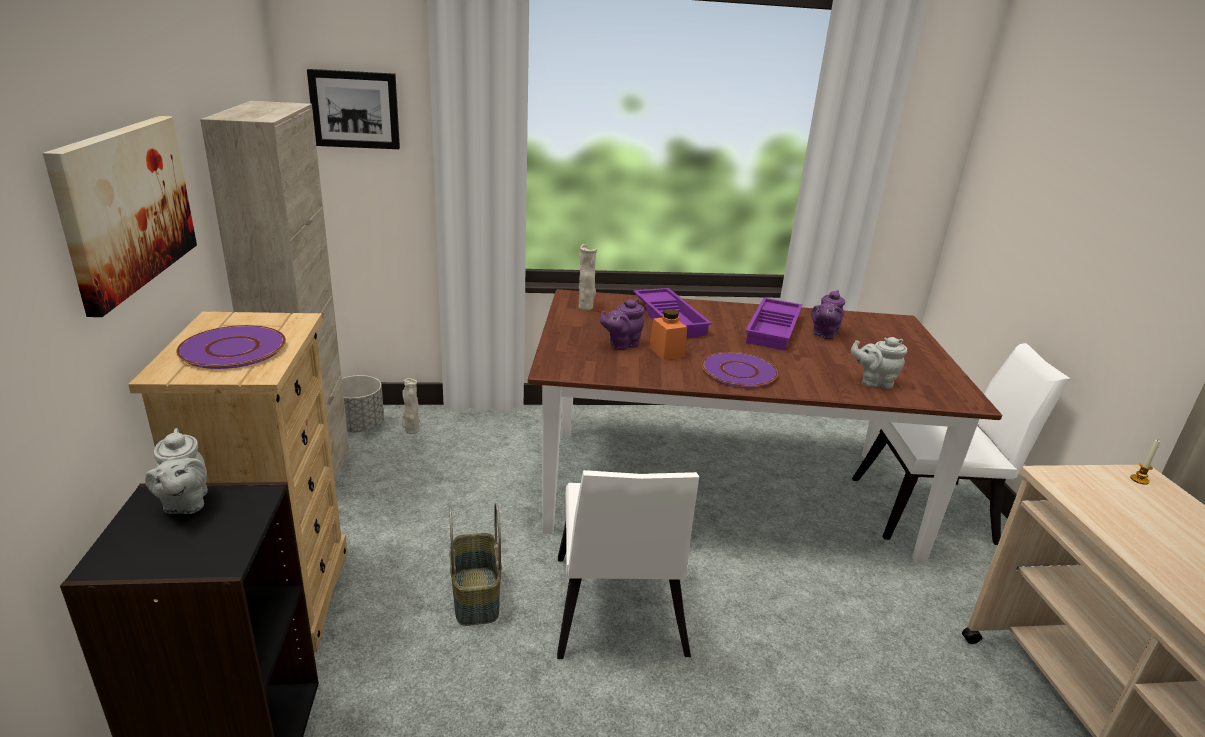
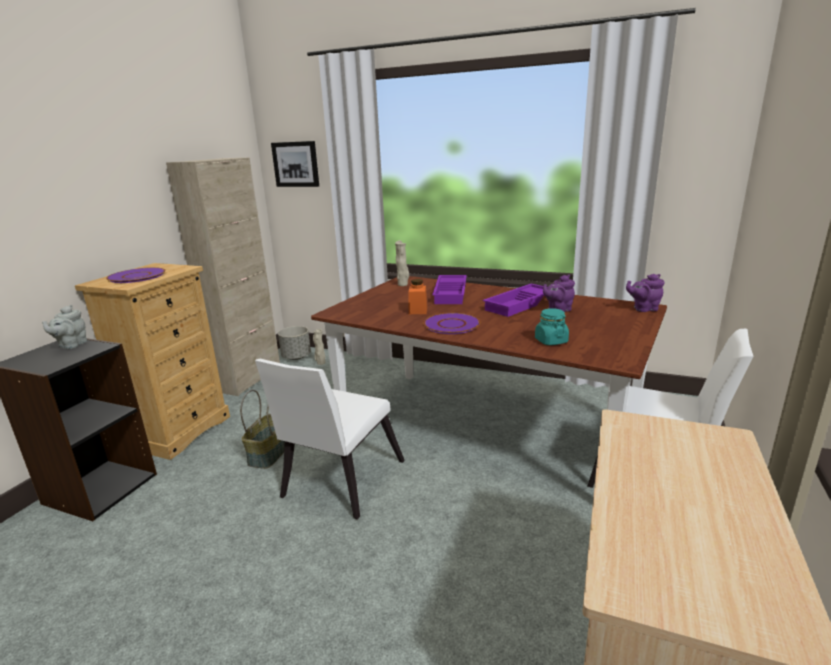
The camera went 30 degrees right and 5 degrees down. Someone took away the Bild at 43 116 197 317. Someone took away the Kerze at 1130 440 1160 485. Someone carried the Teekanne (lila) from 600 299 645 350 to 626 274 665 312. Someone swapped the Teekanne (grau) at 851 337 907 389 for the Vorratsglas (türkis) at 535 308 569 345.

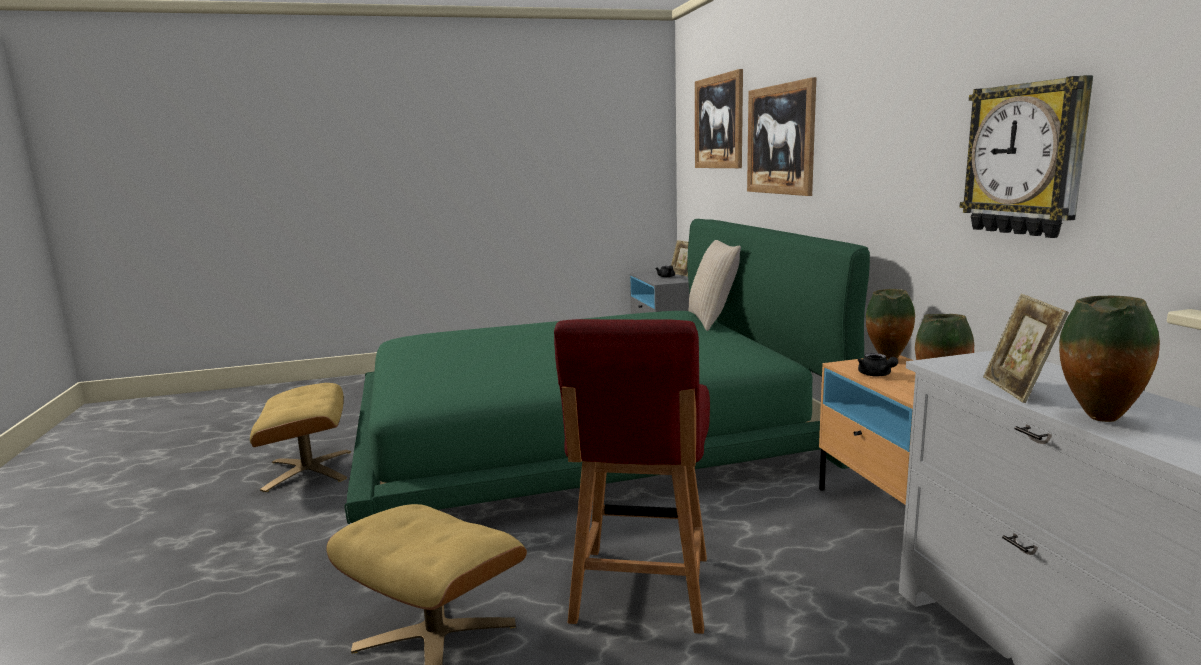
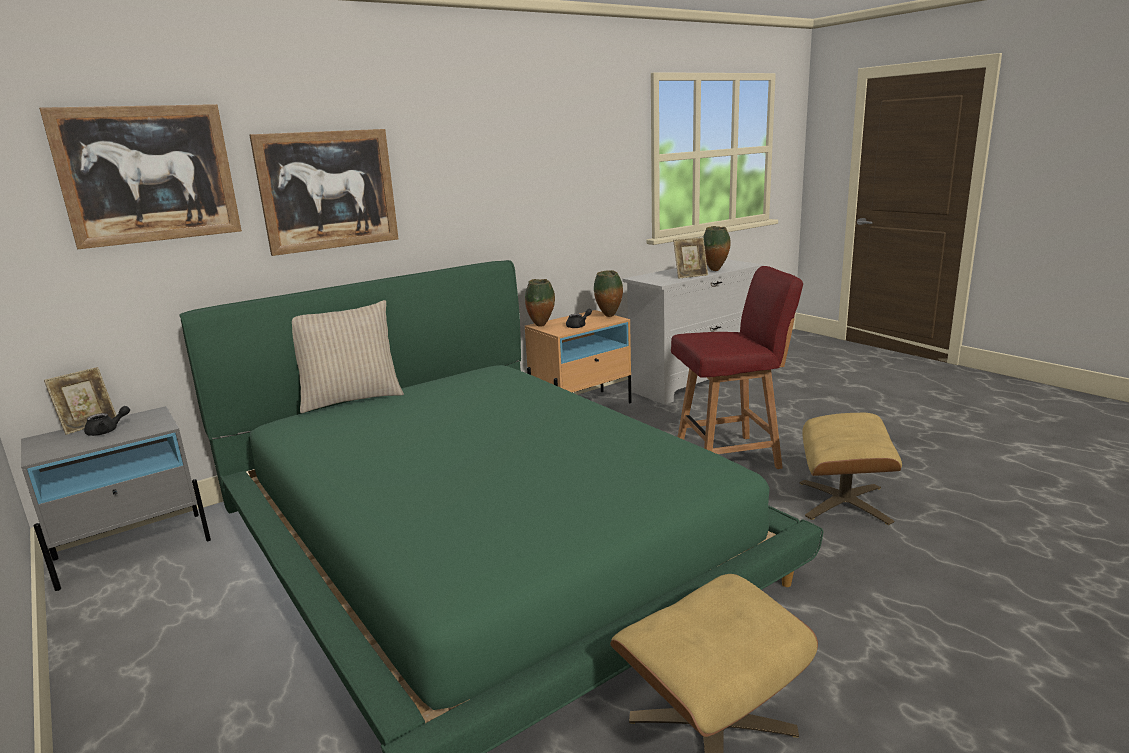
The camera went 110 degrees left and 5 degrees up. Someone took away the Wanduhr at 959 75 1093 238.

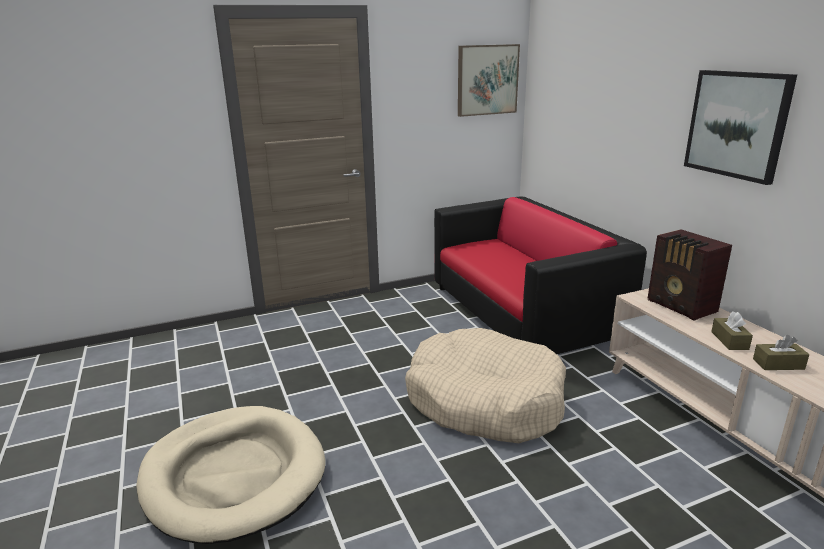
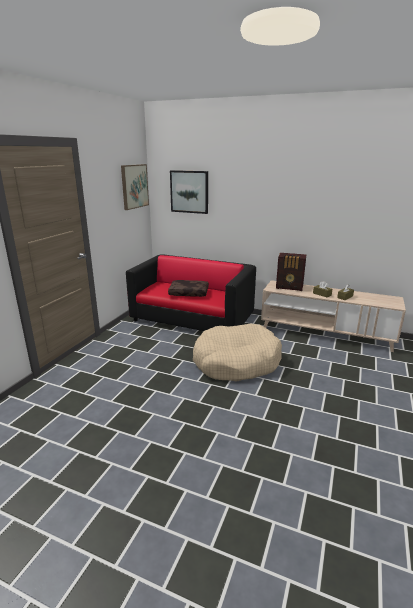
The camera went 45 degrees left and 0 degrees up. Someone took away the Hundebett (beige) at 136 406 326 544. Someone put down the Kissen (braun) at 168 280 209 297. Someone carried the Bild from 684 70 797 185 to 170 170 208 214.

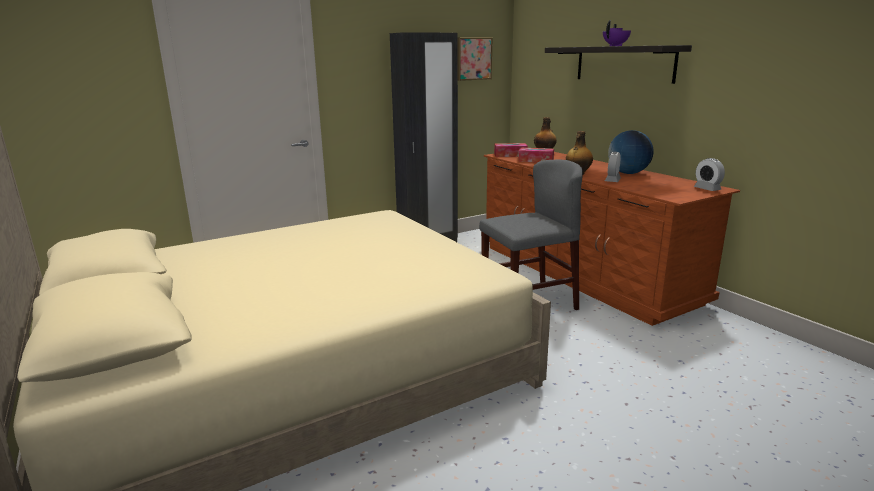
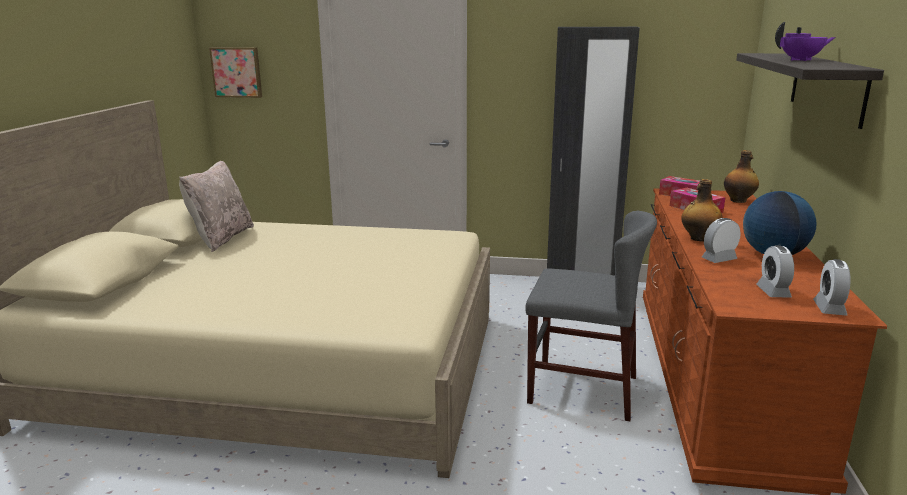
The camera went 40 degrees right and 0 degrees up. Someone put down the Kissen (beige) at 179 161 254 252. Someone put down the Wecker at 757 245 794 297. Someone carried the Bild from 458 38 493 81 to 209 47 262 98.

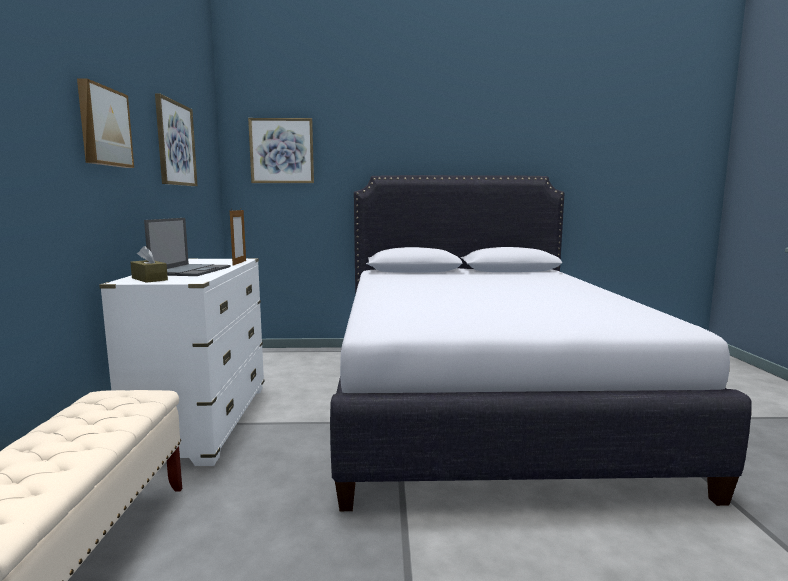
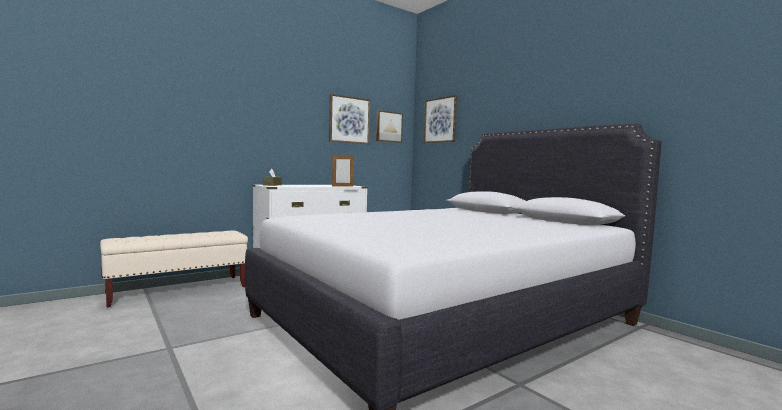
The camera went 55 degrees right and 5 degrees down. Someone took away the Laptop at 144 218 230 276. Someone carried the Bild from 77 78 134 168 to 376 110 403 143.

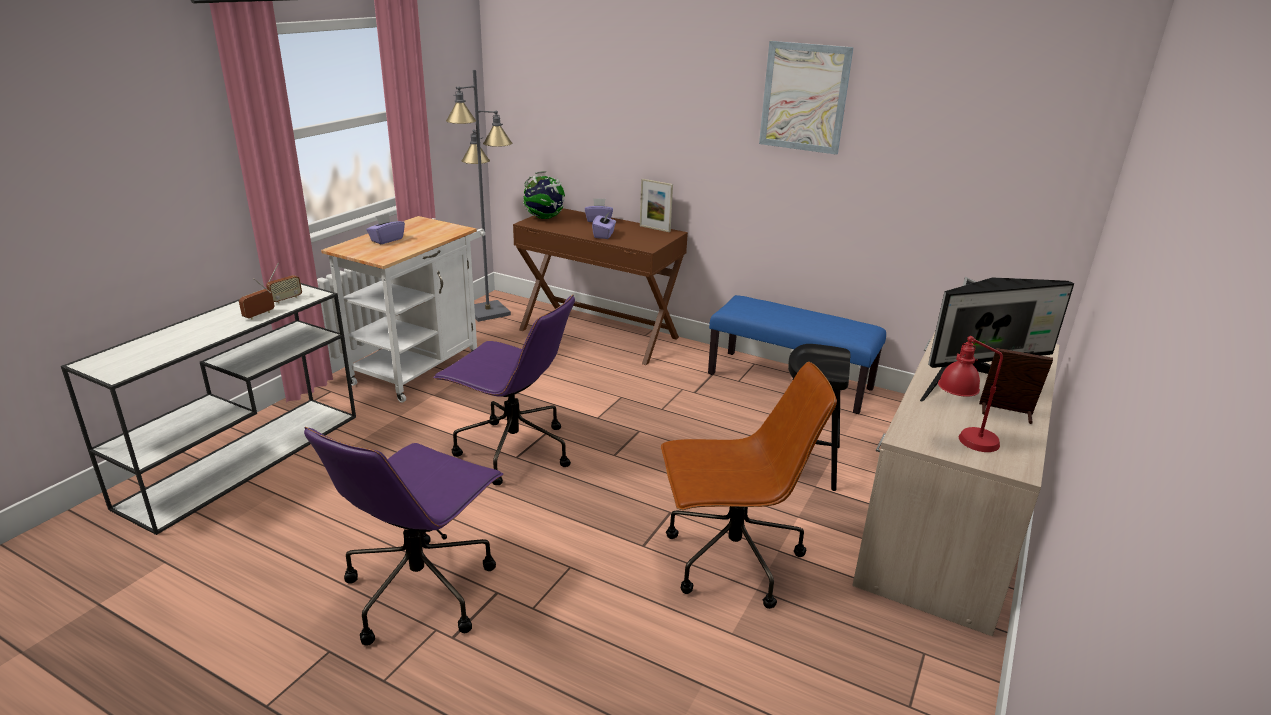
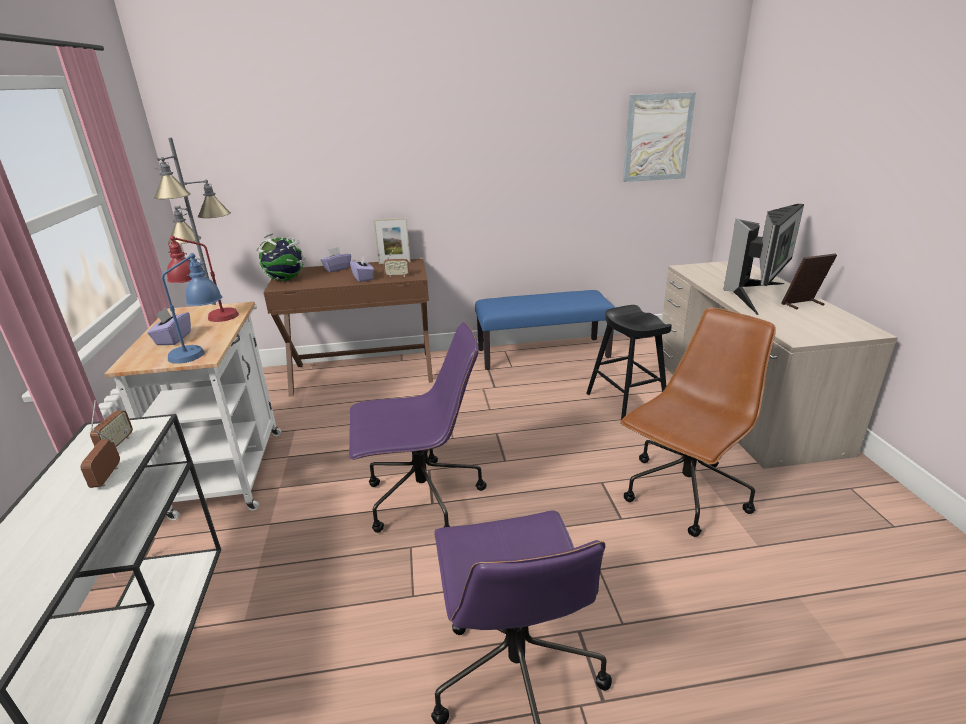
The camera went 35 degrees left and 0 degrees up. Someone put down the Tischlampe (blau) at 162 253 222 364. Someone put down the Radio at 384 246 409 277. Someone carried the Bild from 759 41 854 155 to 623 92 696 182. Someone carried the Tischlampe (rot) from 938 336 1003 452 to 167 236 239 322.

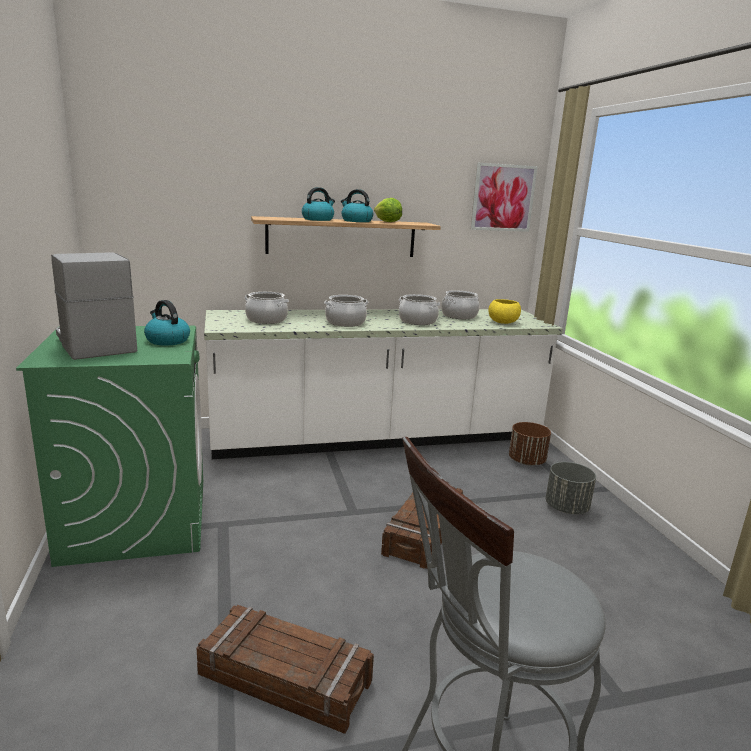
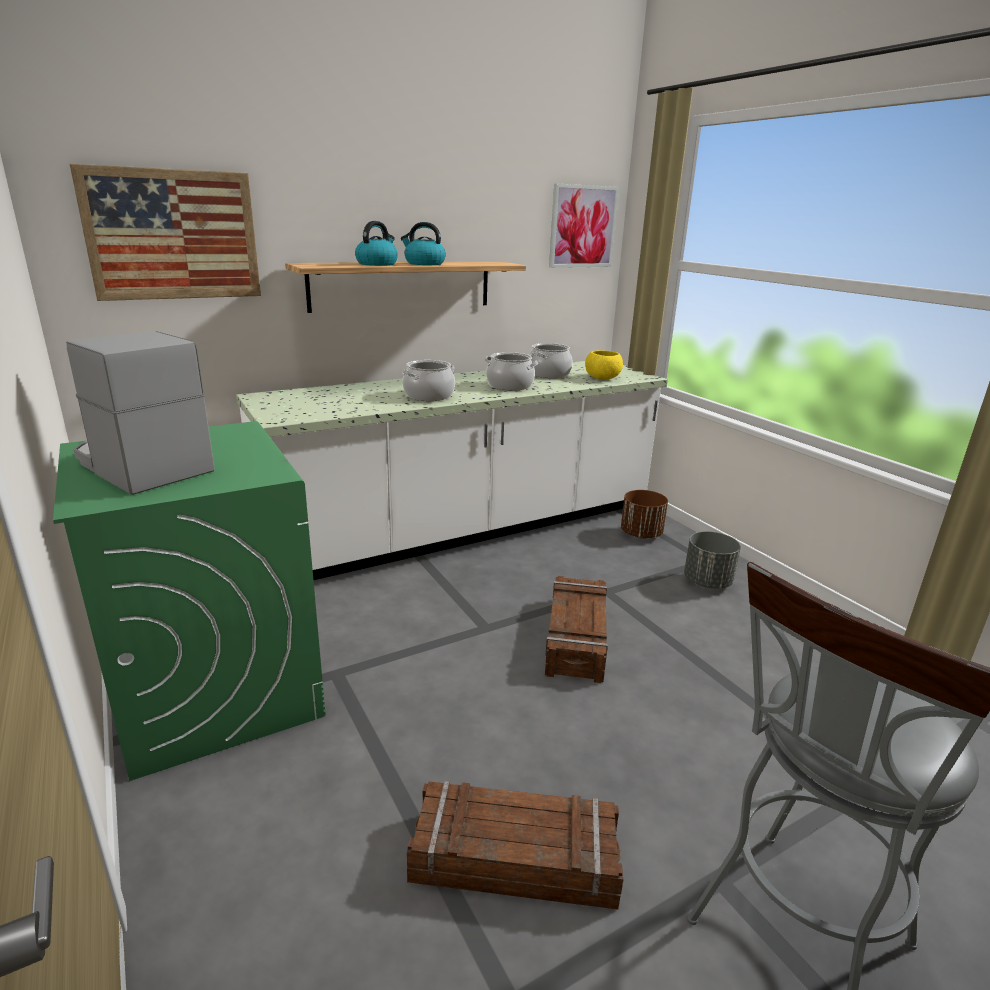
The camera went 15 degrees left and 5 degrees up. Someone took away the Wasserkessel at 144 300 190 346. Someone took away the Kochtopf at 244 292 289 324. Someone took away the Salatkopf at 374 198 402 222. Someone put up the Bild at 70 164 261 301.

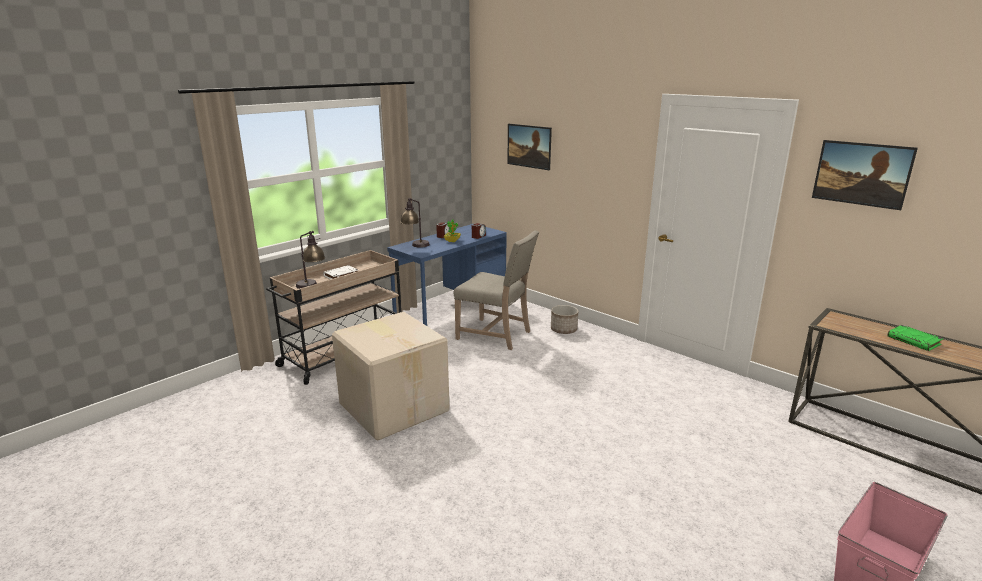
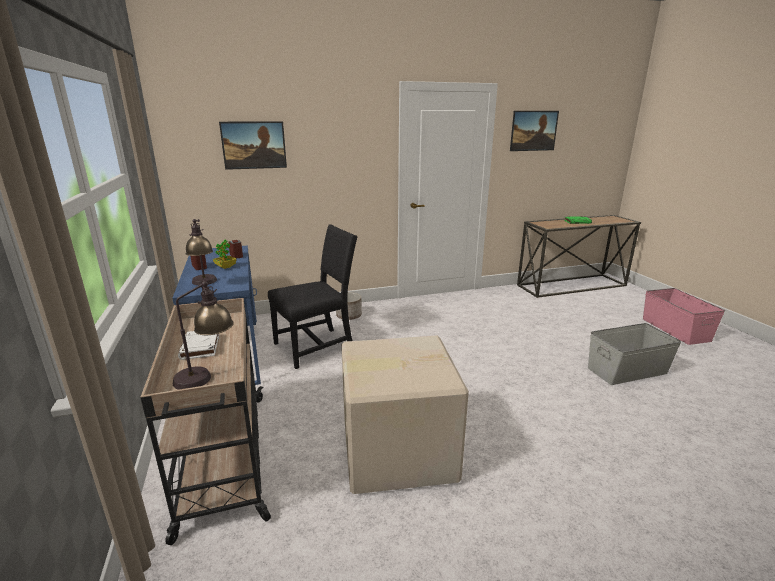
The camera went 60 degrees left and 0 degrees up. Someone put down the Aufbewahrungsbox (grau) at 588 323 681 385. Someone repainted the Stuhl (beige) at 454 230 539 350, which became the Stuhl (schwarz) at 268 224 358 369.

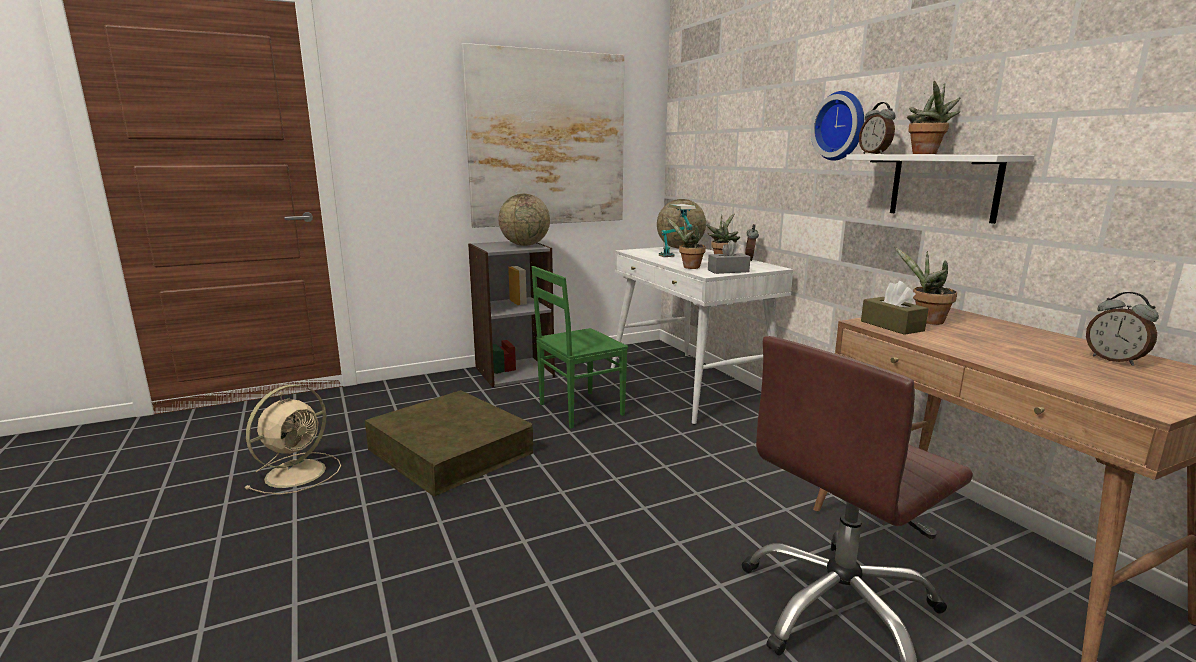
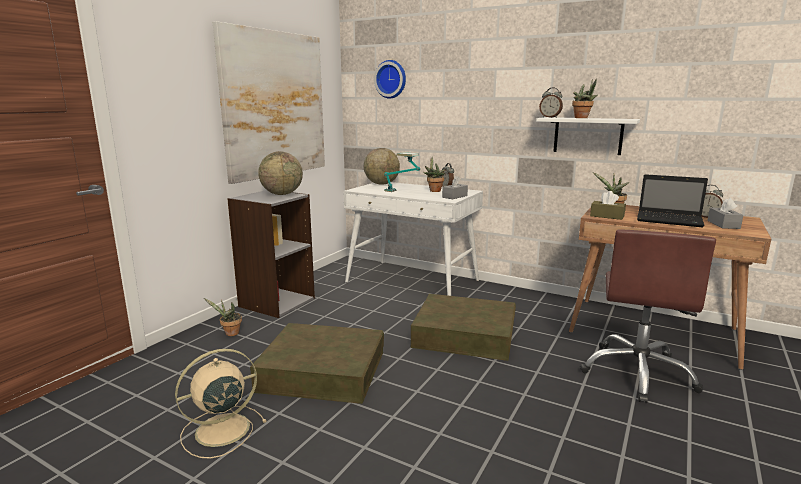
The camera went 35 degrees left and 0 degrees up. Someone took away the Stuhl (grün) at 532 266 628 428. Someone put down the Aufbewahrungsbox (braun) at 411 294 516 361. Someone put down the Laptop at 637 174 708 227. Someone put down the Taschentuchbox (grau) at 707 198 743 229. Someone carried the Topfpflanze from 666 217 706 269 to 204 298 242 336. Someone carried the Wanduhr from 811 91 864 161 to 374 60 406 99. Someone rotated the Ventilator (beige) at 245 385 341 495 by 120 degrees counterclockwise.

